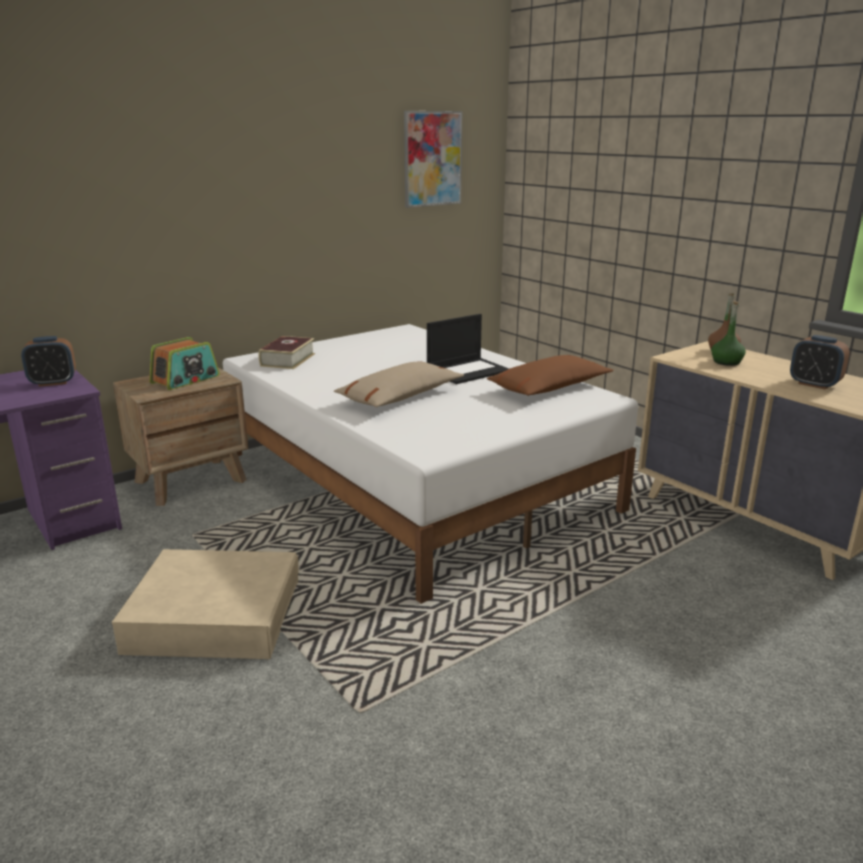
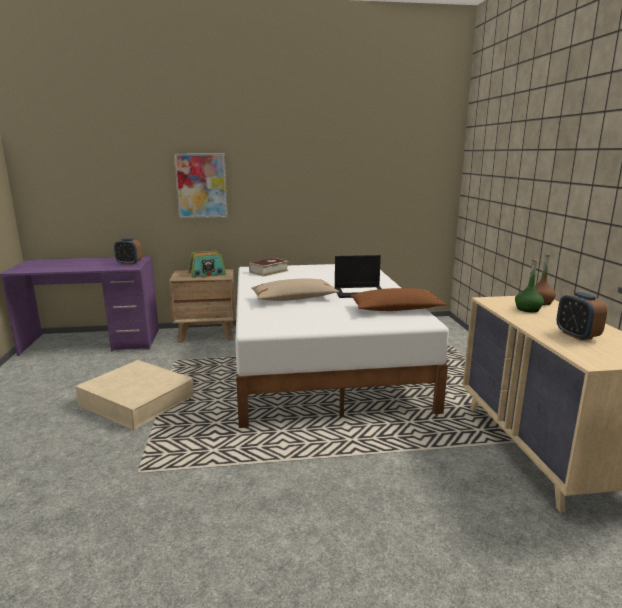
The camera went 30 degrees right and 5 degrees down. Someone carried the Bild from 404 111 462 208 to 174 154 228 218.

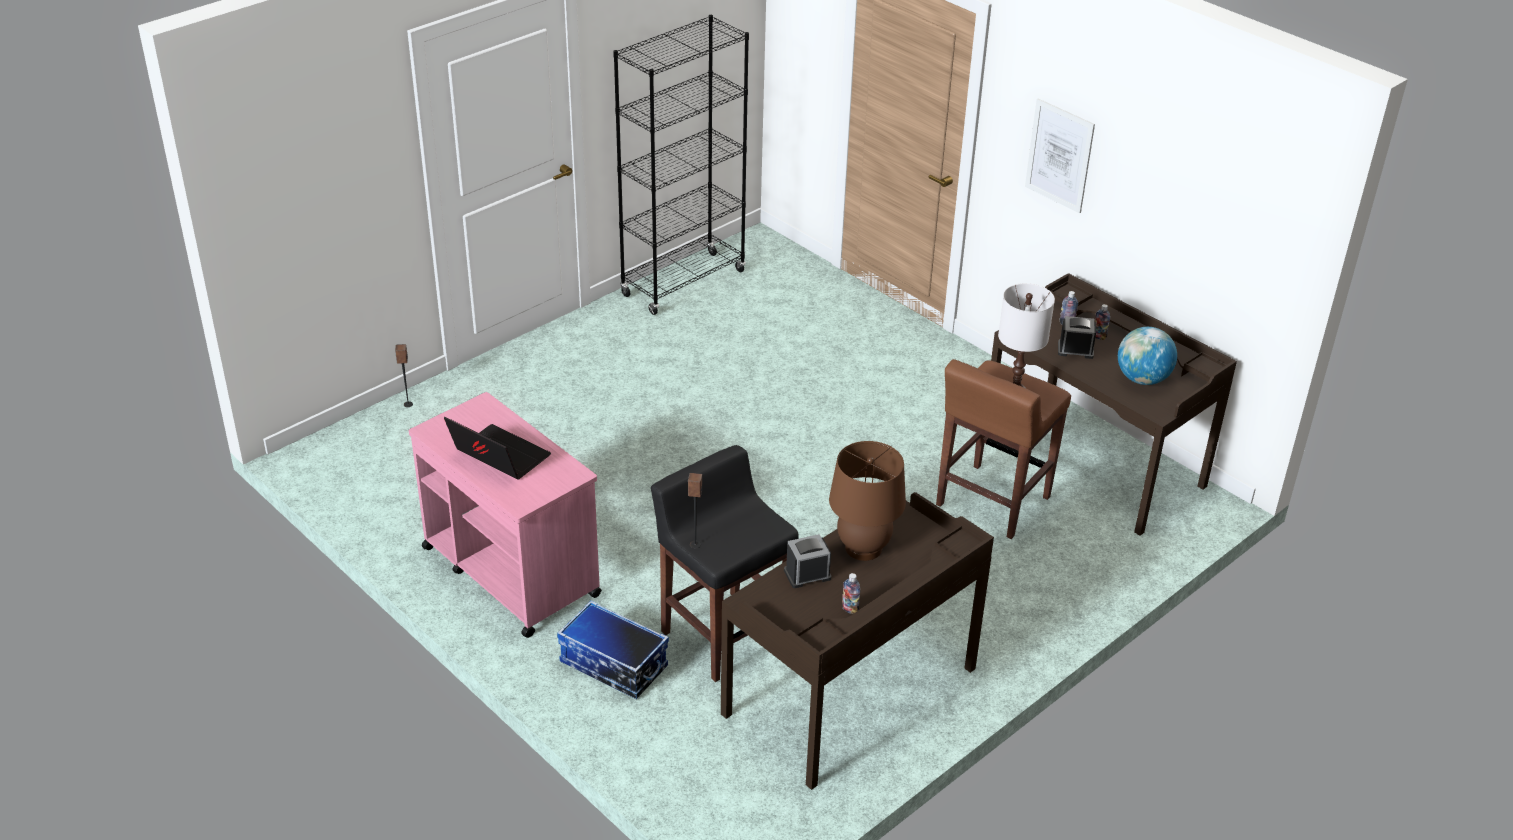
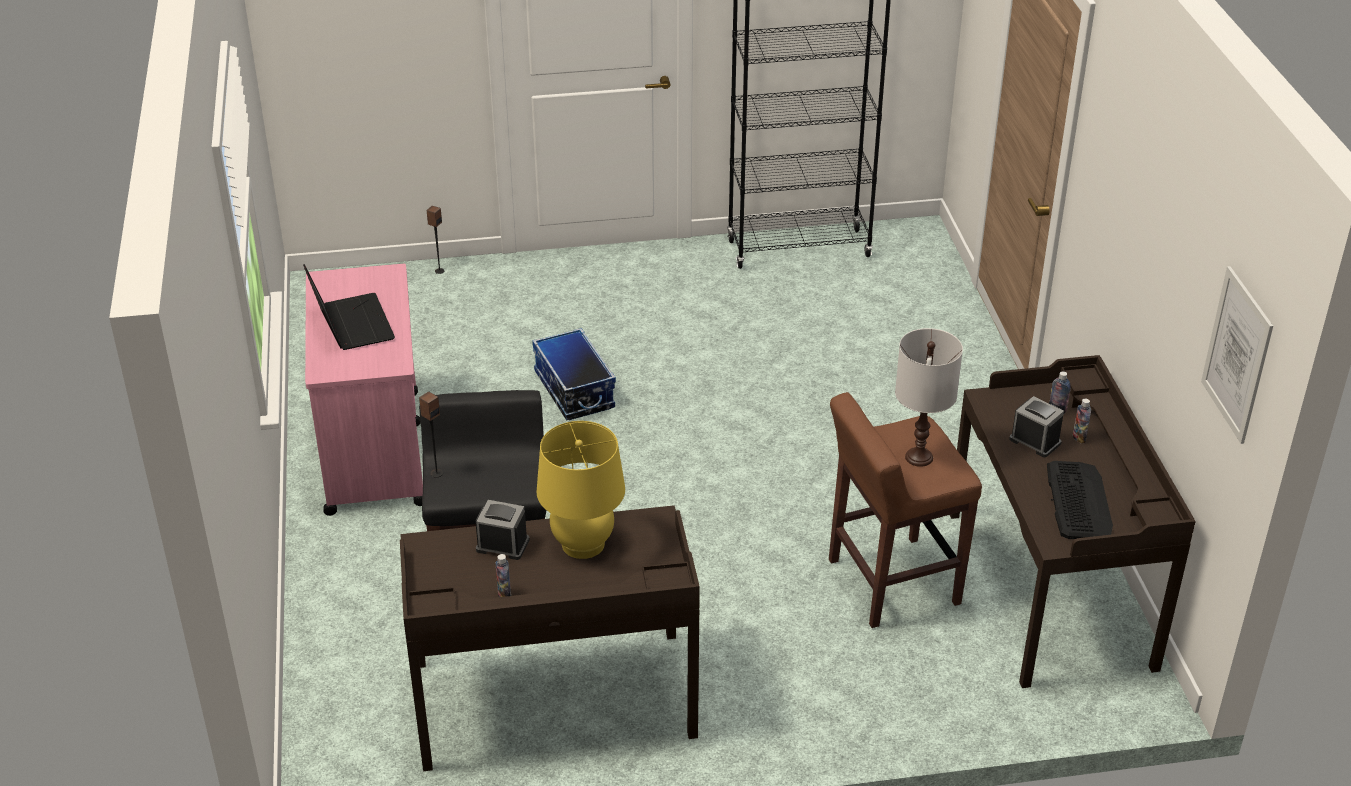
The camera went 35 degrees right and 0 degrees up. Someone carried the Aufbewahrungsbox from 557 601 669 699 to 532 328 616 420. Someone carried the Bild from 1025 98 1095 214 to 1201 266 1273 444. Someone swapped the Globus at 1118 327 1177 385 for the Tastatur at 1047 461 1113 539. Someone repainted the Tischlampe (braun) at 829 441 906 561, which became the Tischlampe (gelb) at 537 421 625 559.

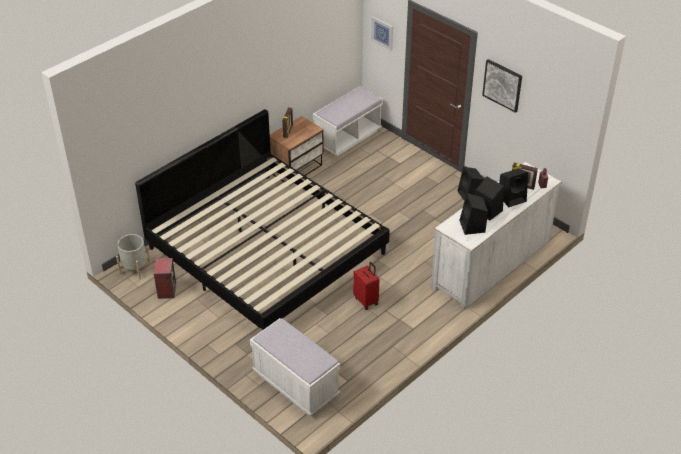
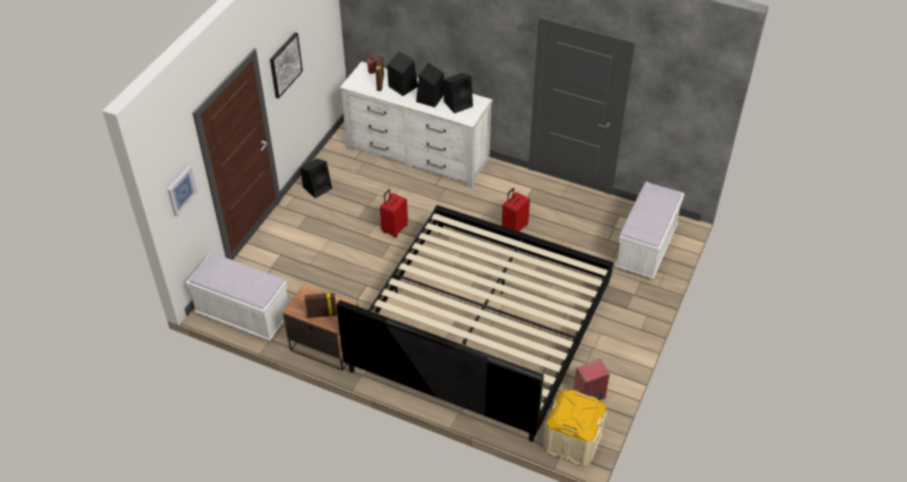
The camera went 110 degrees left and 5 degrees up. Someone put down the Koffer (rot) at 380 189 408 238. Someone swapped the Pflanzkübel (grau) at 116 234 151 279 for the Aufbewahrungsbox (beige) at 543 390 607 467.

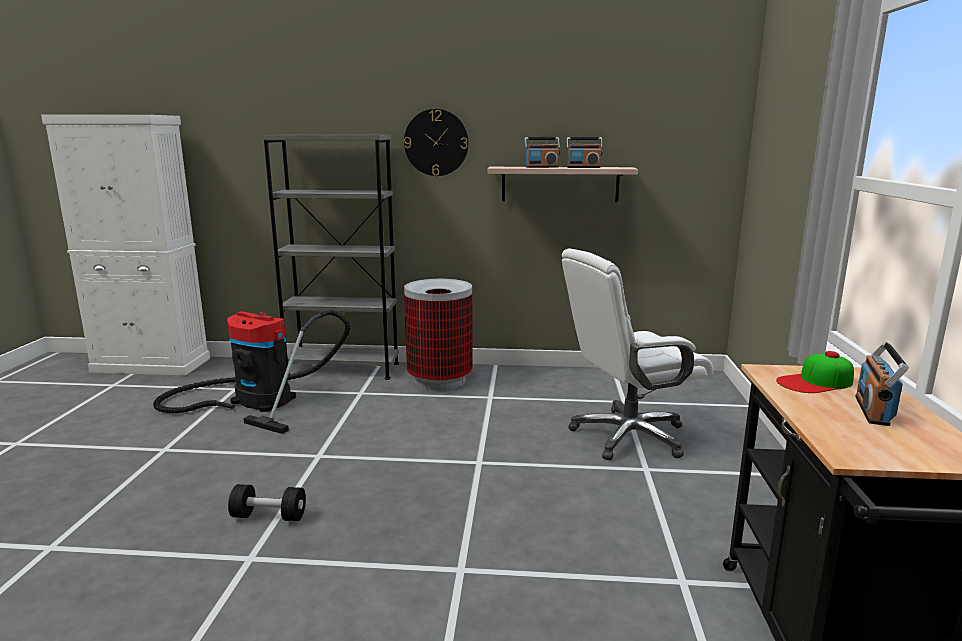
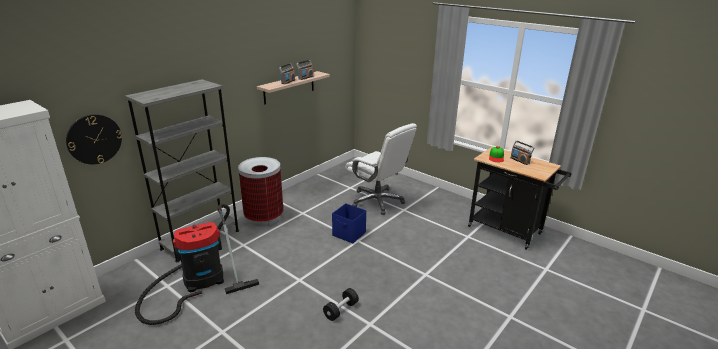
The camera went 55 degrees left and 10 degrees up. Someone put down the Aufbewahrungsbox (blau) at 332 203 366 244. Someone carried the Wanduhr from 404 109 469 176 to 66 114 122 164. Someone rotated the Bürostuhl (weiß) at 562 248 713 460 by 60 degrees counterclockwise.

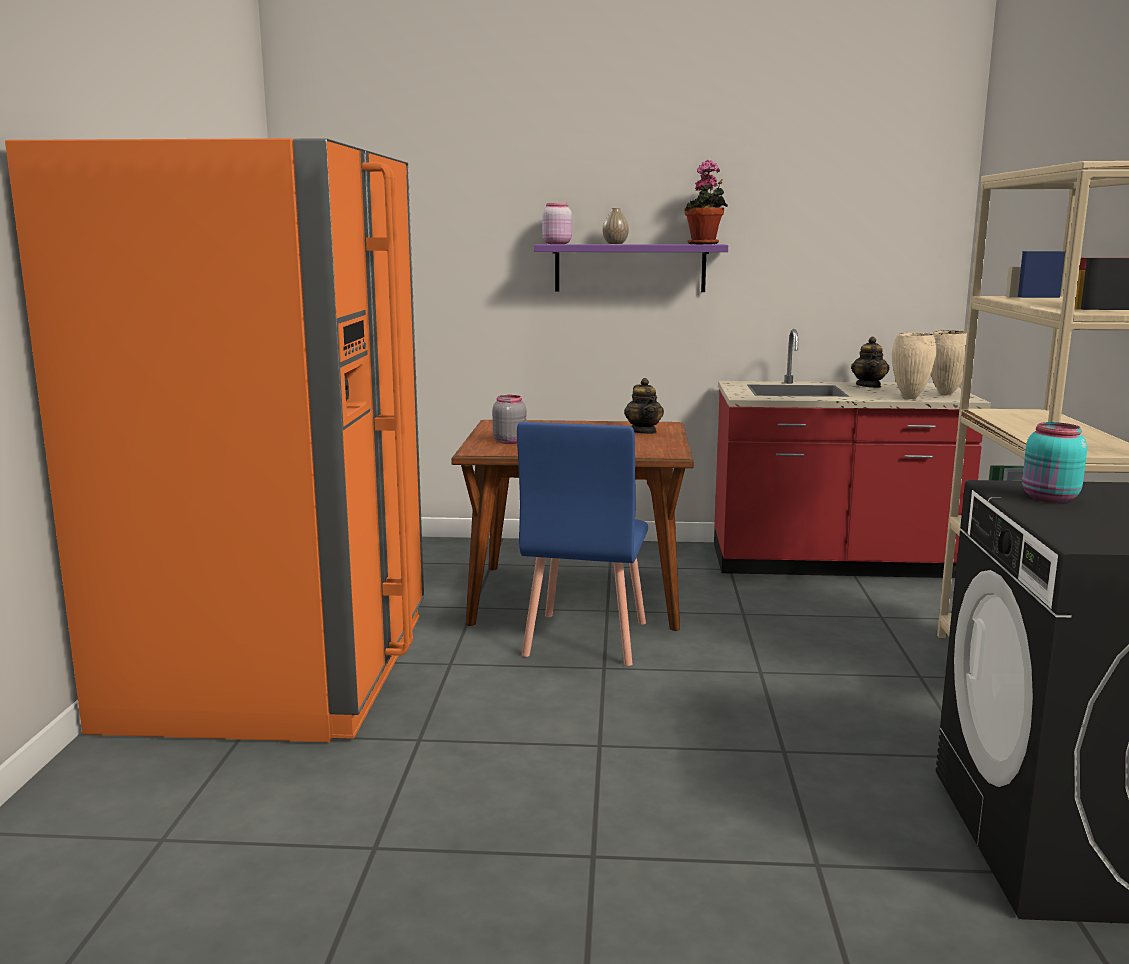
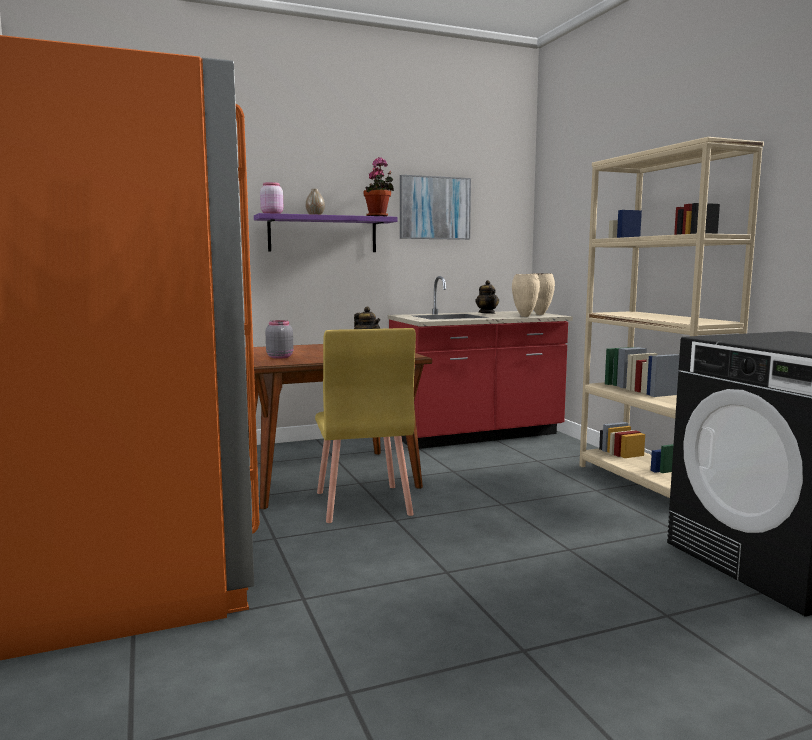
The camera went 25 degrees left and 5 degrees down. Someone took away the Vorratsglas (türkis) at 1022 422 1087 503. Someone put up the Bild at 400 175 471 240. Someone repainted the Stuhl (blau) at 517 422 648 666, which became the Stuhl (gelb) at 315 328 416 523.

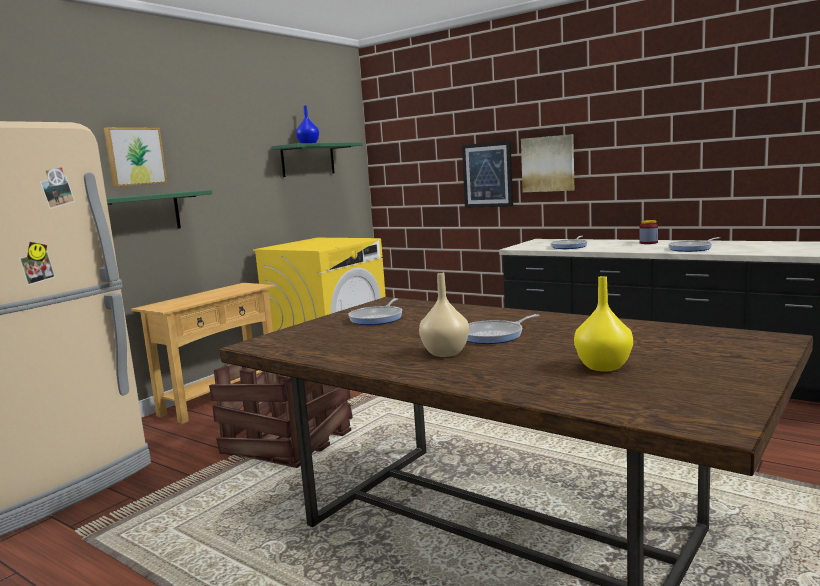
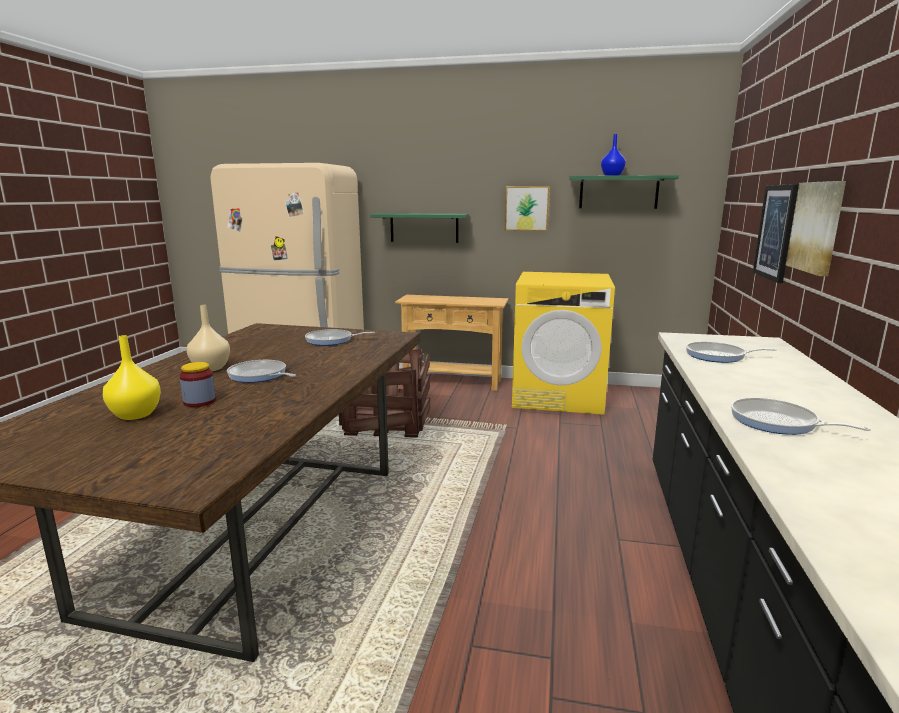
The camera went 65 degrees right and 5 degrees up. Someone carried the Bild from 104 127 167 187 to 505 186 550 231. Someone carried the Vorratsglas from 639 220 658 244 to 179 362 216 407.

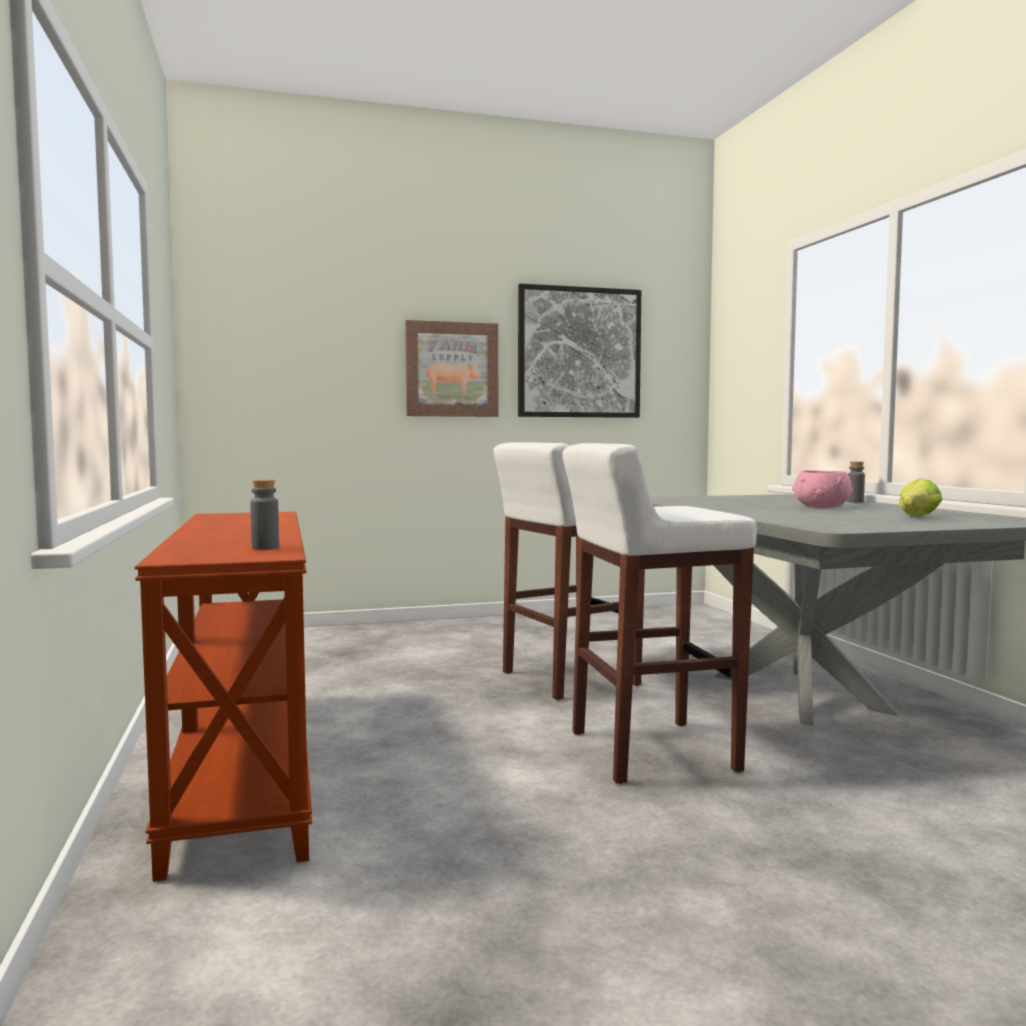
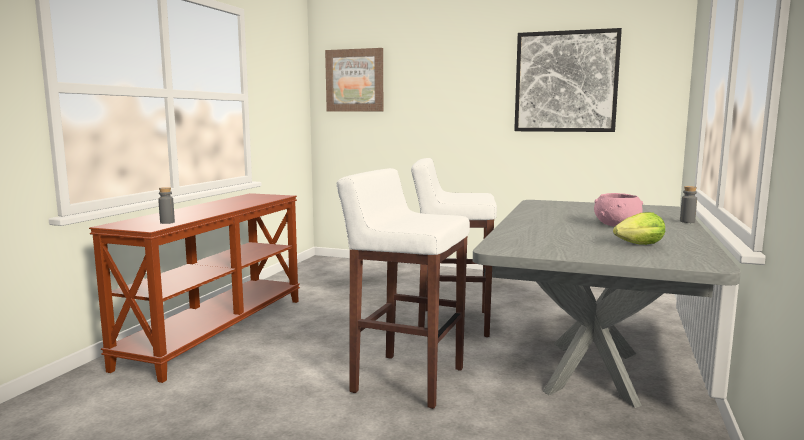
The camera went 35 degrees right and 5 degrees up. Someone carried the Bild from 405 320 498 417 to 325 48 383 112.

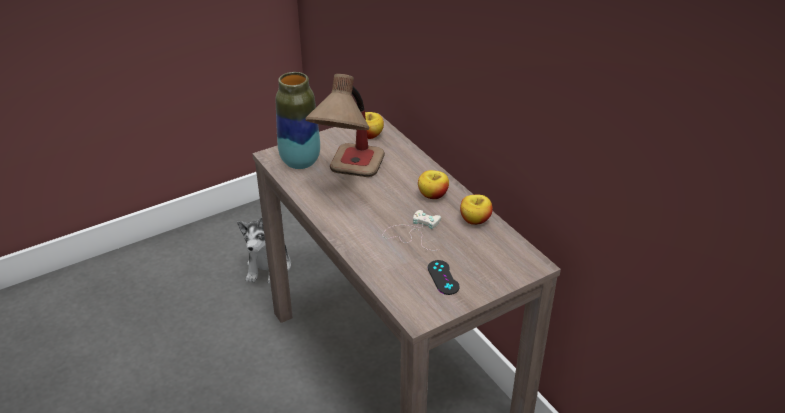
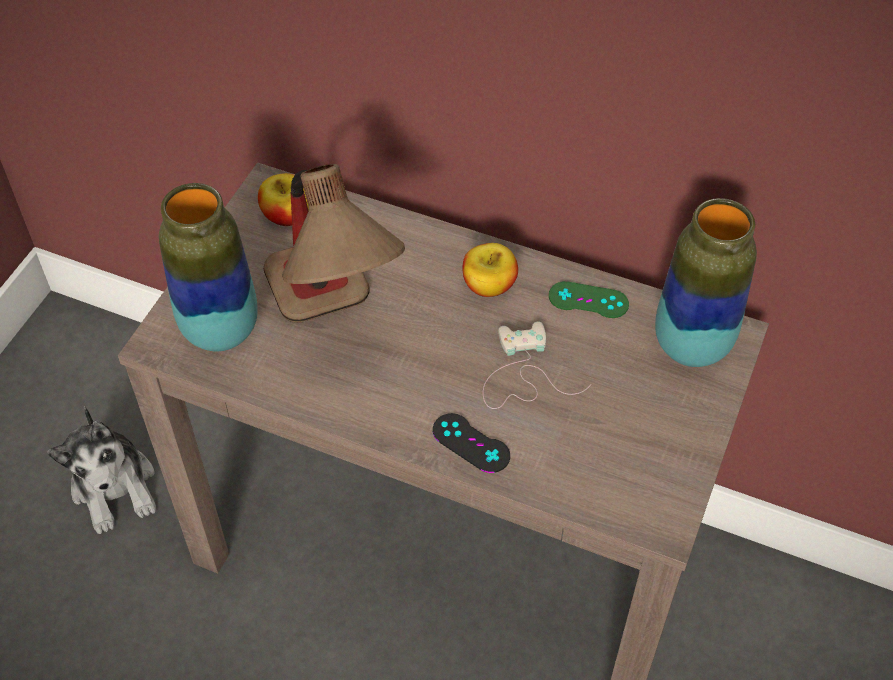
The camera went 35 degrees left and 15 degrees up. Someone put down the Vase at 655 198 757 367. Someone carried the Gamepad (schwarz) from 428 260 460 295 to 433 413 510 473. Someone swapped the Apfel at 460 195 493 225 for the Gamepad (grün) at 549 281 629 318.

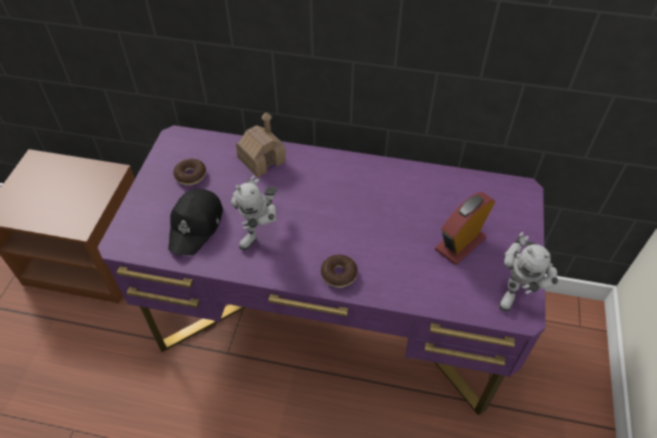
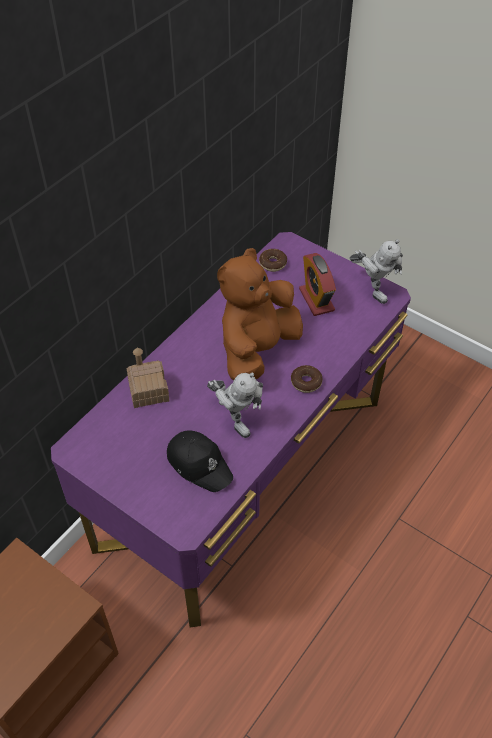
The camera went 65 degrees left and 0 degrees up. Someone put down the Plüschtier (braun) at 217 248 303 381. Someone carried the Donut from 173 159 206 185 to 259 249 287 272.

